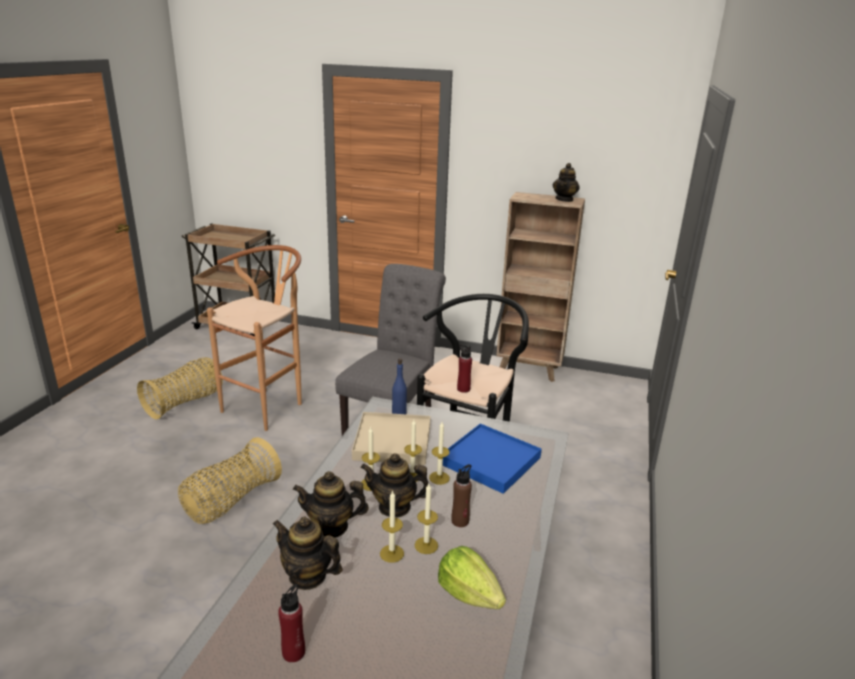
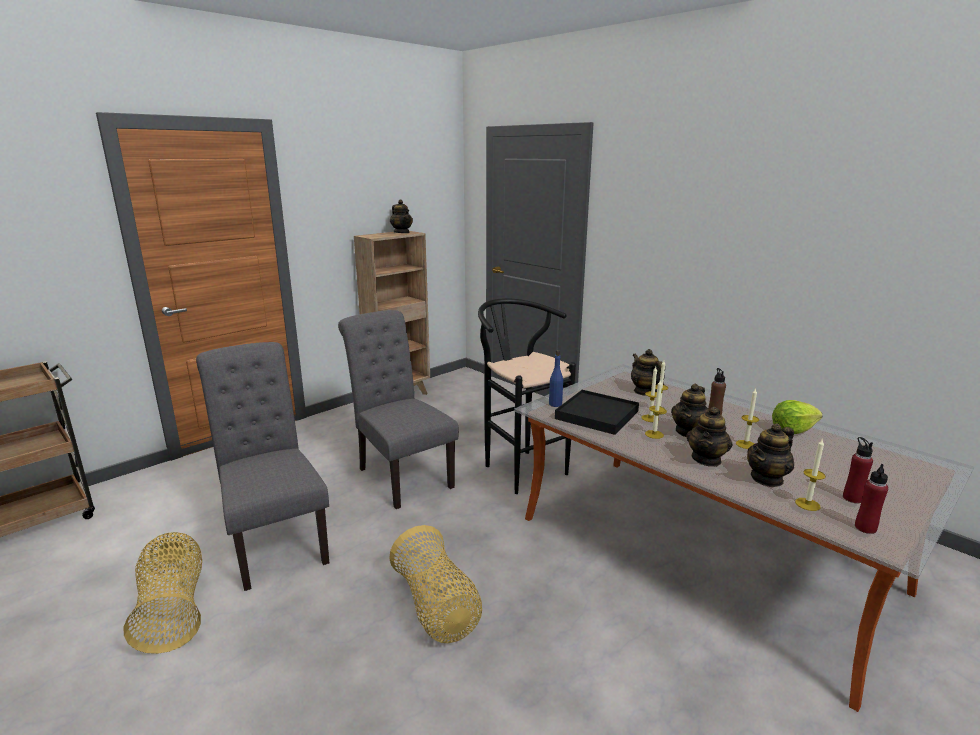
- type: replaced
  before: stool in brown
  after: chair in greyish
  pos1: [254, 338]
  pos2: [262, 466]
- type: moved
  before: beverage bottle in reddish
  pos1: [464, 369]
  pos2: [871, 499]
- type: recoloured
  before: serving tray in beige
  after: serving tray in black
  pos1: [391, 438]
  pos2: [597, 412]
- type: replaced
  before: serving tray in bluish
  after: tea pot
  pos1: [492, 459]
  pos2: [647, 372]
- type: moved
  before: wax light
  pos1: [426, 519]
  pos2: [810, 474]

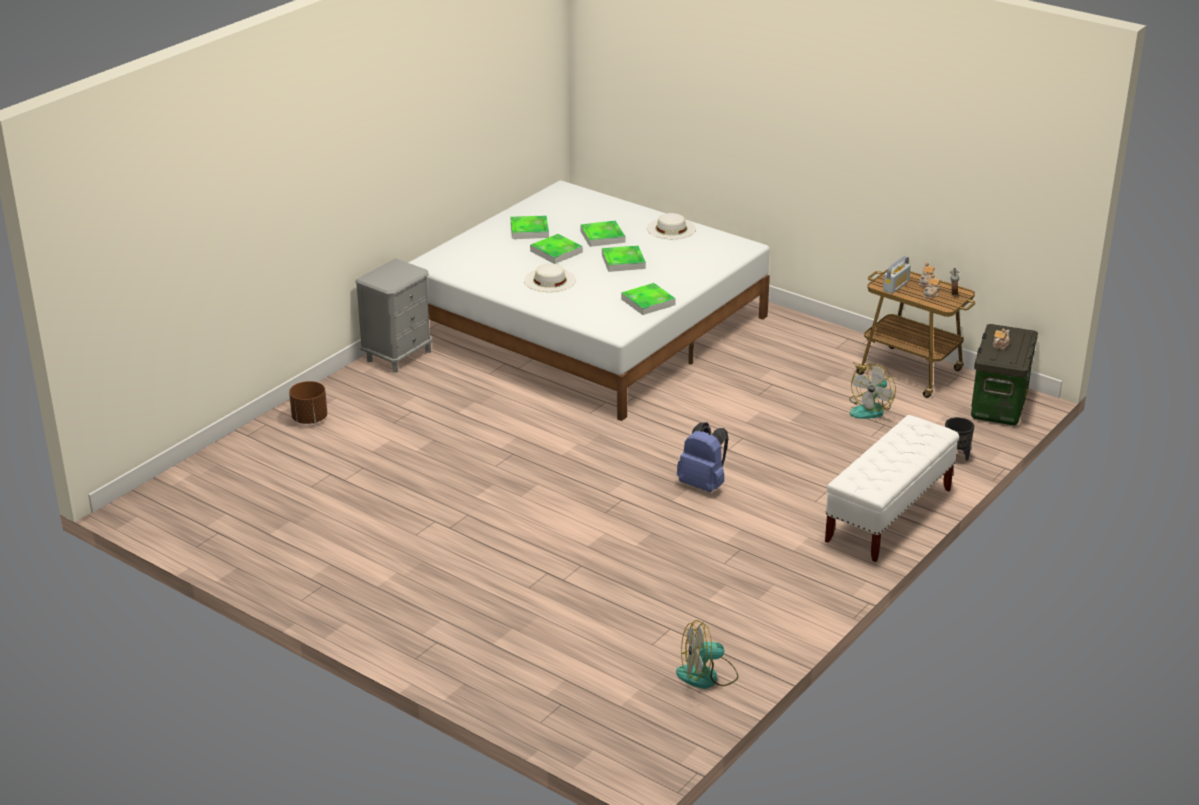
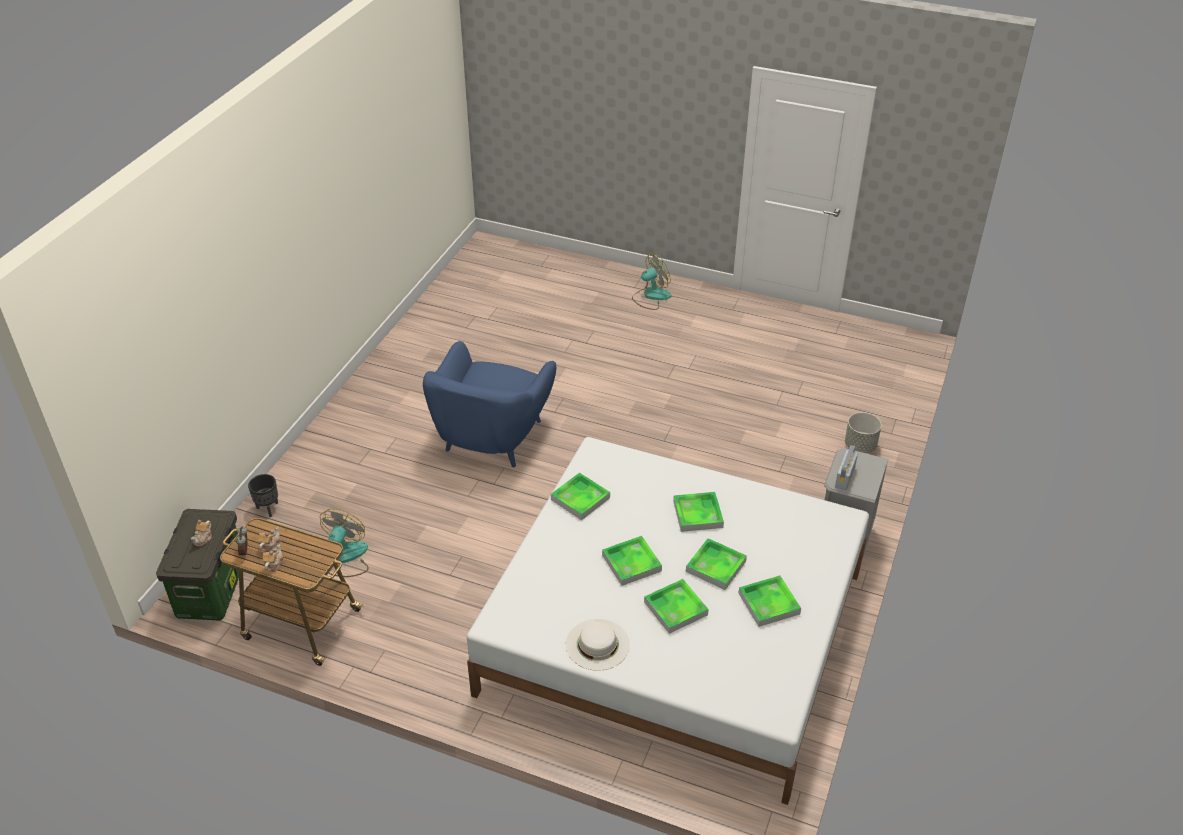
- type: moved
  before: radio receiver
  pos1: [897, 275]
  pos2: [846, 467]
- type: replaced
  before: wearable hat in white-coloured
  after: serving tray
  pos1: [550, 278]
  pos2: [698, 512]
- type: recoloured
  before: flower pot in brown
  after: flower pot in greyish
  pos1: [308, 402]
  pos2: [863, 432]
- type: removed
  before: indoor bench in white-coloured
  pos1: [892, 488]
- type: replaced
  before: backpack in bluish
  after: lounge chair in bluish
  pos1: [702, 457]
  pos2: [489, 404]
- type: moved
  before: electric fan
  pos1: [707, 654]
  pos2: [651, 281]

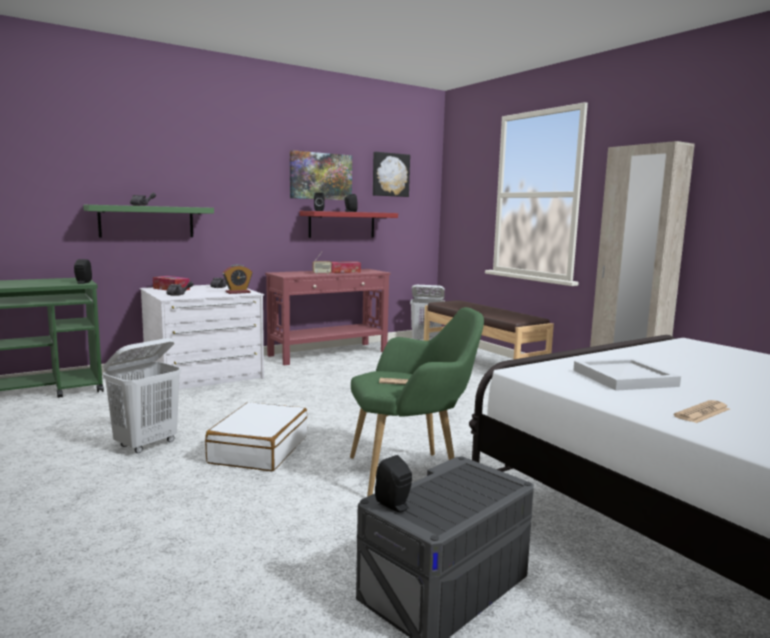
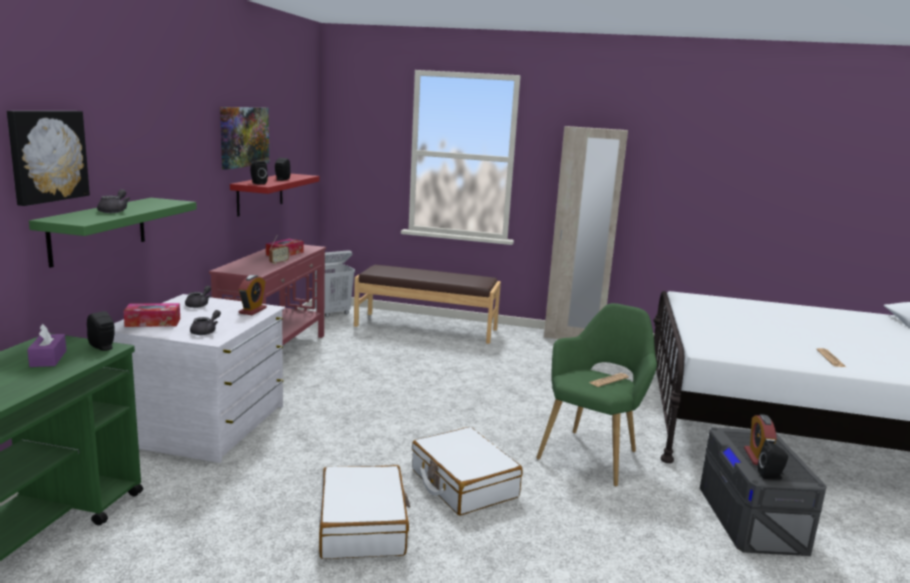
- type: moved
  before: wall picture
  pos1: [391, 174]
  pos2: [48, 158]
- type: replaced
  before: hamper in white-coloured
  after: piece of luggage in white-coloured
  pos1: [142, 395]
  pos2: [364, 512]
- type: removed
  before: serving tray in white-coloured
  pos1: [627, 374]
- type: added
  after: tissue box in purplish
  pos2: [47, 345]
- type: added
  after: table clock
  pos2: [760, 439]

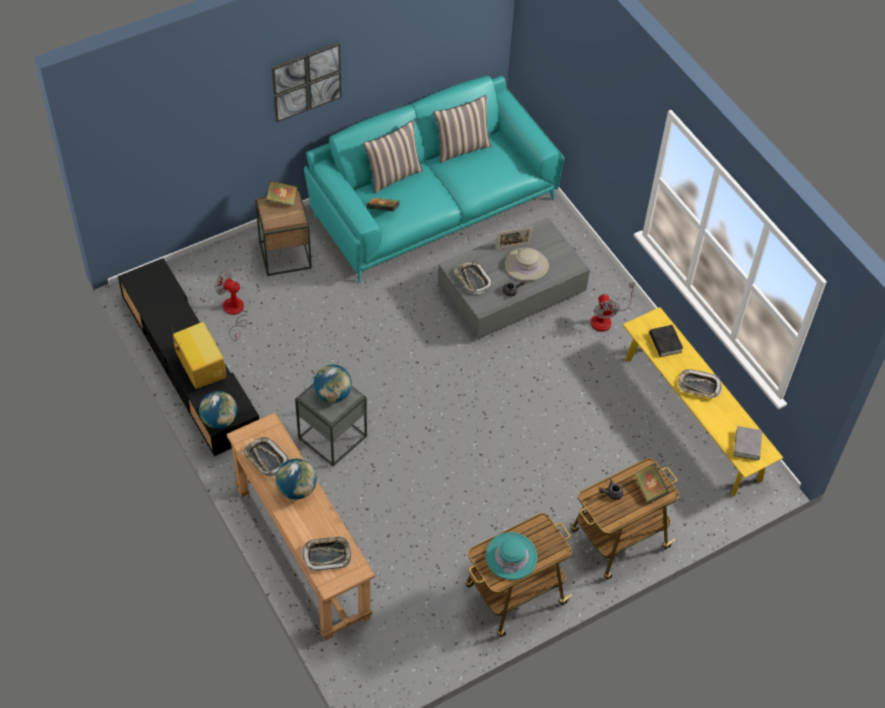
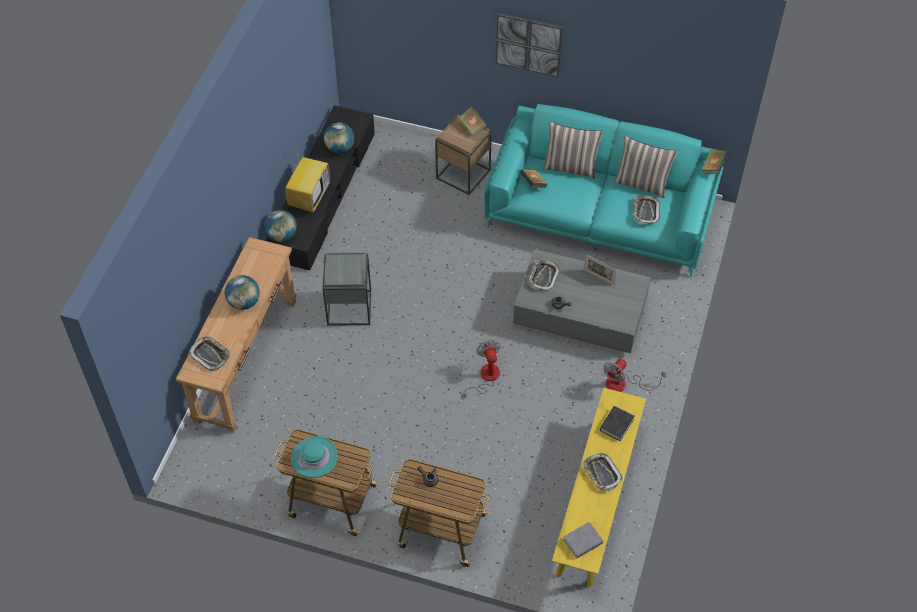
- type: removed
  before: wearable hat in beige
  pos1: [527, 264]
- type: moved
  before: electric fan
  pos1: [231, 306]
  pos2: [481, 370]
- type: moved
  before: world globe
  pos1: [332, 383]
  pos2: [339, 138]
- type: moved
  before: serving tray
  pos1: [266, 456]
  pos2: [647, 210]
- type: moved
  before: book
  pos1: [651, 483]
  pos2: [715, 162]

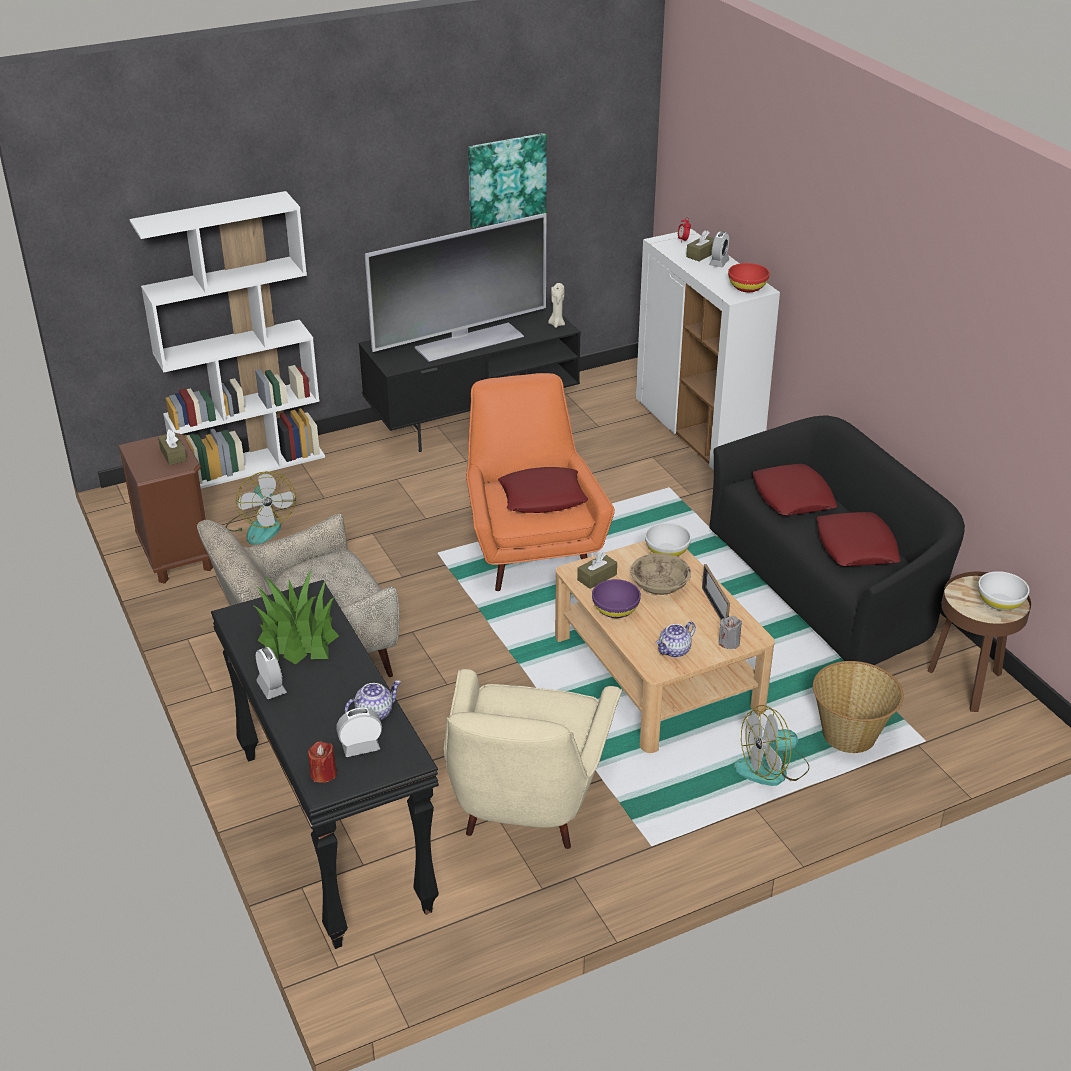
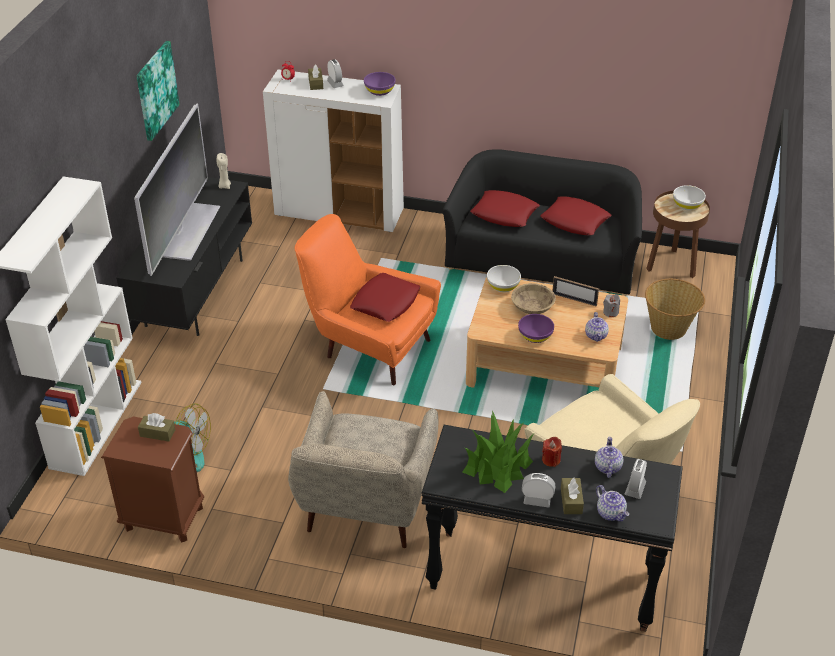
- type: recoloured
  before: deep dish in reddish
  after: deep dish in purplish
  pos1: [749, 277]
  pos2: [380, 84]
- type: moved
  before: tissue box in brown
  pos1: [597, 570]
  pos2: [572, 495]
- type: removed
  before: electric fan
  pos1: [771, 745]
- type: moved
  before: wax light in reddish
  pos1: [322, 762]
  pos2: [552, 452]
- type: added
  after: tea pot
  pos2: [612, 503]

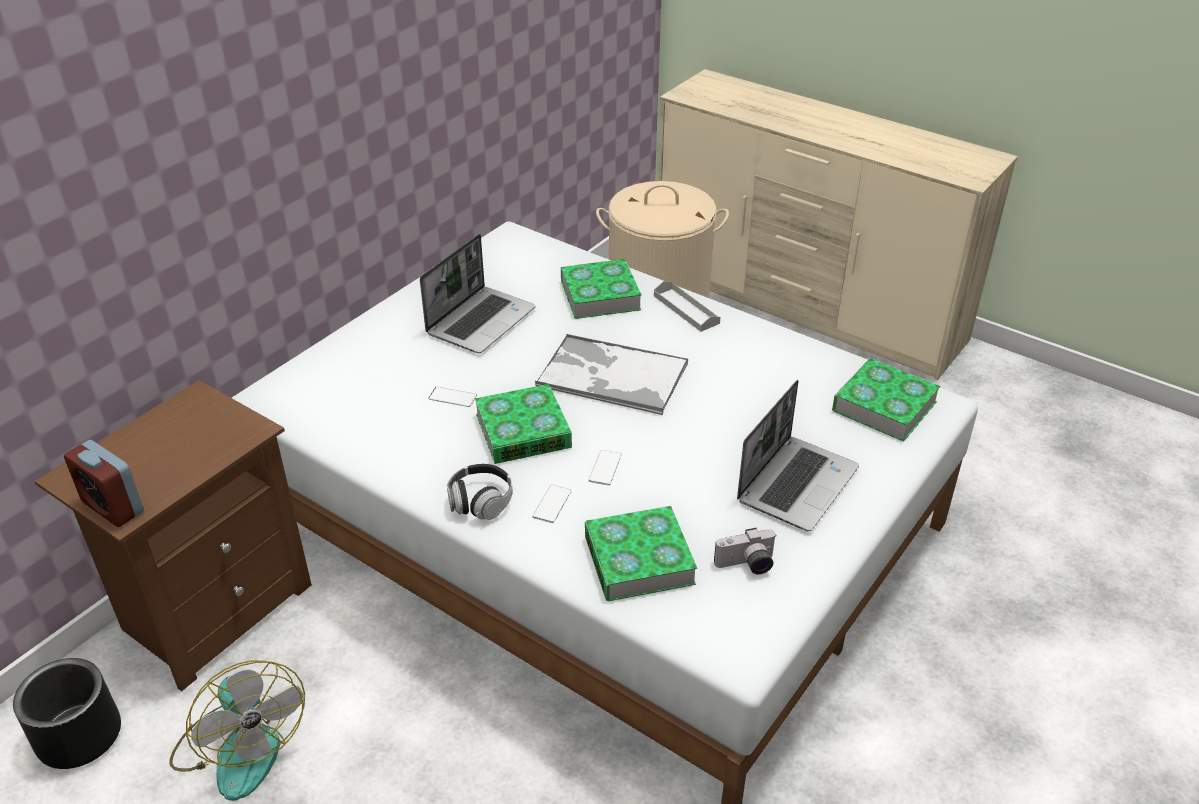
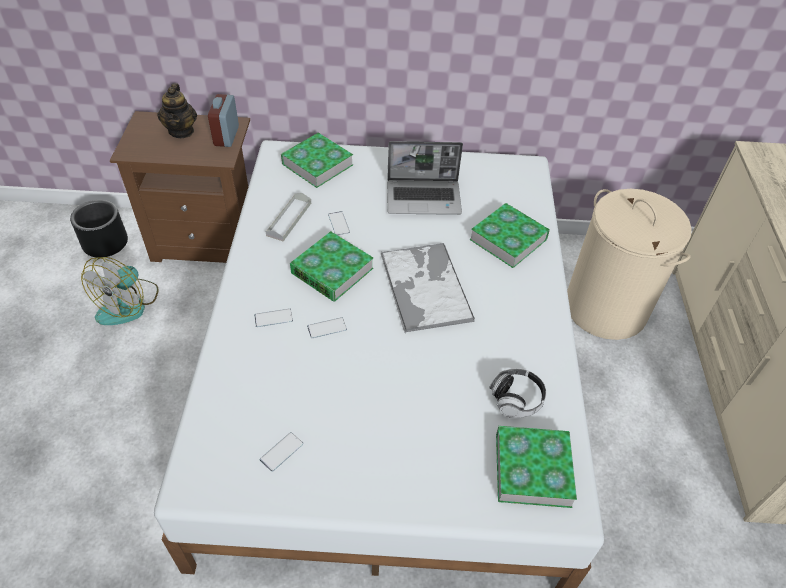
- type: moved
  before: serving tray in greyish
  pos1: [687, 306]
  pos2: [288, 217]
- type: removed
  before: portable computer
  pos1: [798, 455]
- type: moved
  before: table clock
  pos1: [104, 483]
  pos2: [223, 120]
- type: moved
  before: headset
  pos1: [479, 491]
  pos2: [517, 393]
- type: moved
  before: book
  pos1: [641, 553]
  pos2: [317, 160]
- type: replaced
  before: photo camera
  after: phone
  pos1: [745, 551]
  pos2: [281, 452]
- type: added
  after: tea pot
  pos2: [177, 110]

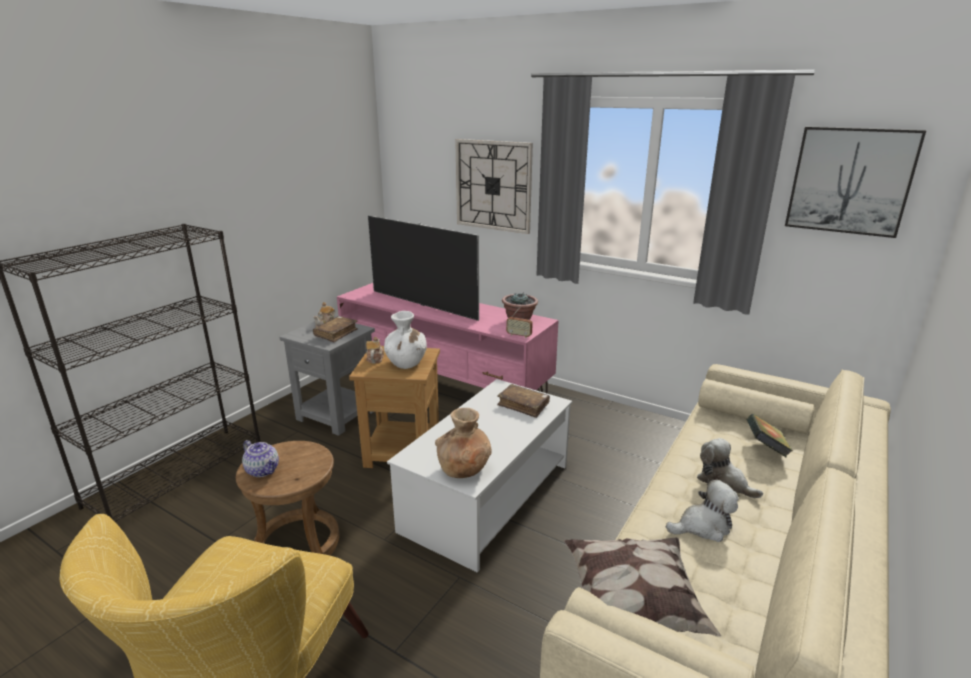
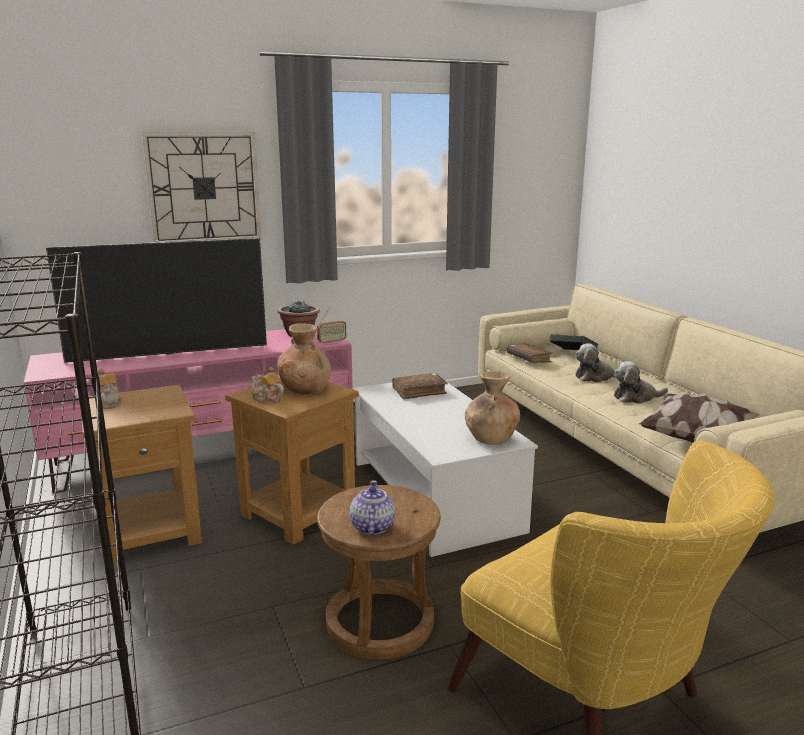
- type: removed
  before: wall picture
  pos1: [855, 182]
- type: recoloured
  before: vase in white-coloured
  after: vase in brown
  pos1: [405, 340]
  pos2: [304, 358]
- type: moved
  before: book in brown
  pos1: [335, 329]
  pos2: [529, 353]
- type: recoloured
  before: end table in greyish
  after: end table in brown
  pos1: [327, 378]
  pos2: [141, 474]
- type: turned
  before: tea pot
  pos1: [260, 458]
  pos2: [372, 507]
  turn: -75
- type: turned
  before: plush toy
  pos1: [702, 511]
  pos2: [641, 382]
  turn: -120

